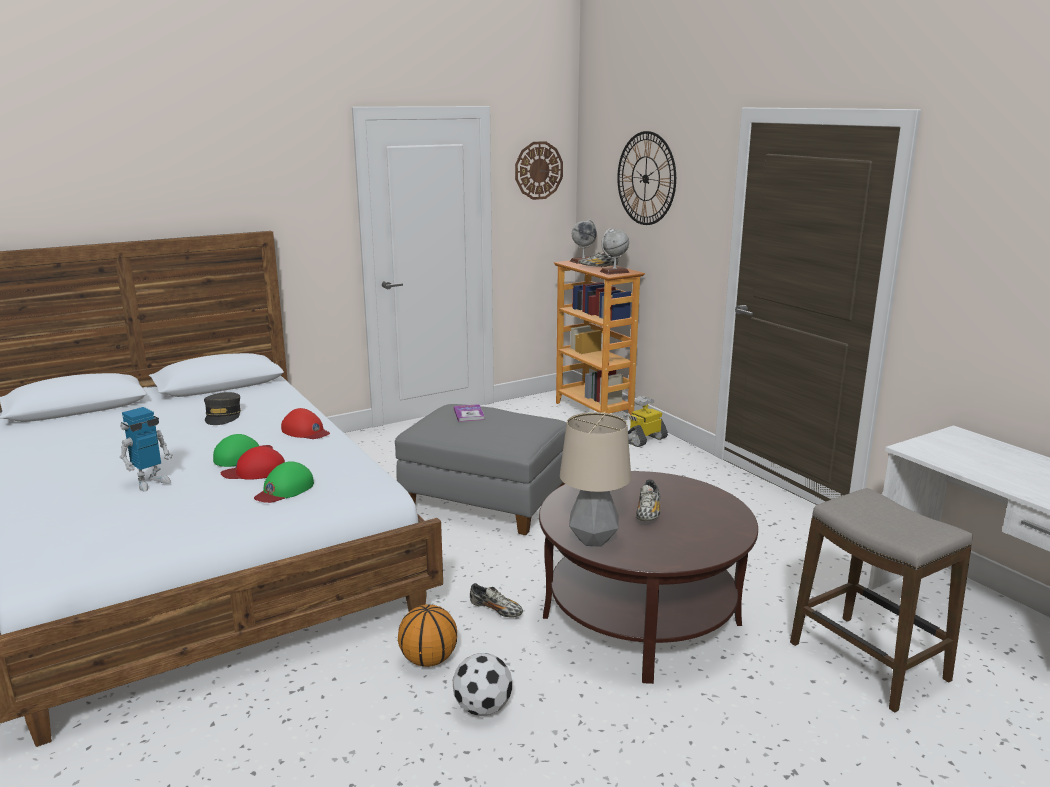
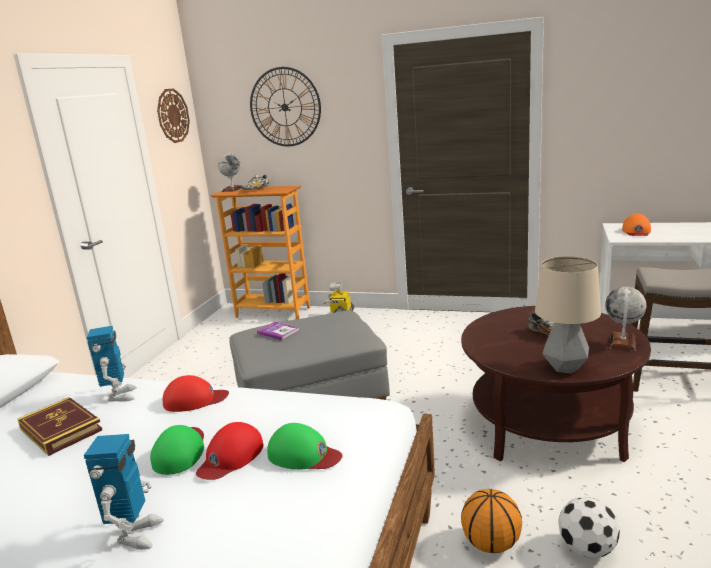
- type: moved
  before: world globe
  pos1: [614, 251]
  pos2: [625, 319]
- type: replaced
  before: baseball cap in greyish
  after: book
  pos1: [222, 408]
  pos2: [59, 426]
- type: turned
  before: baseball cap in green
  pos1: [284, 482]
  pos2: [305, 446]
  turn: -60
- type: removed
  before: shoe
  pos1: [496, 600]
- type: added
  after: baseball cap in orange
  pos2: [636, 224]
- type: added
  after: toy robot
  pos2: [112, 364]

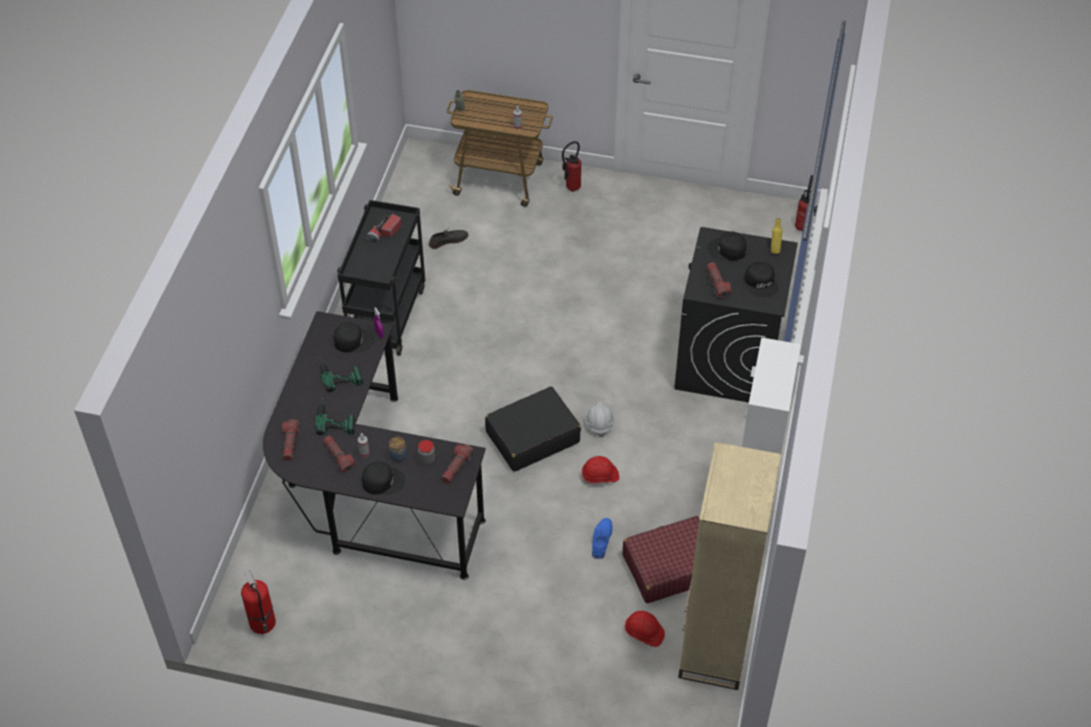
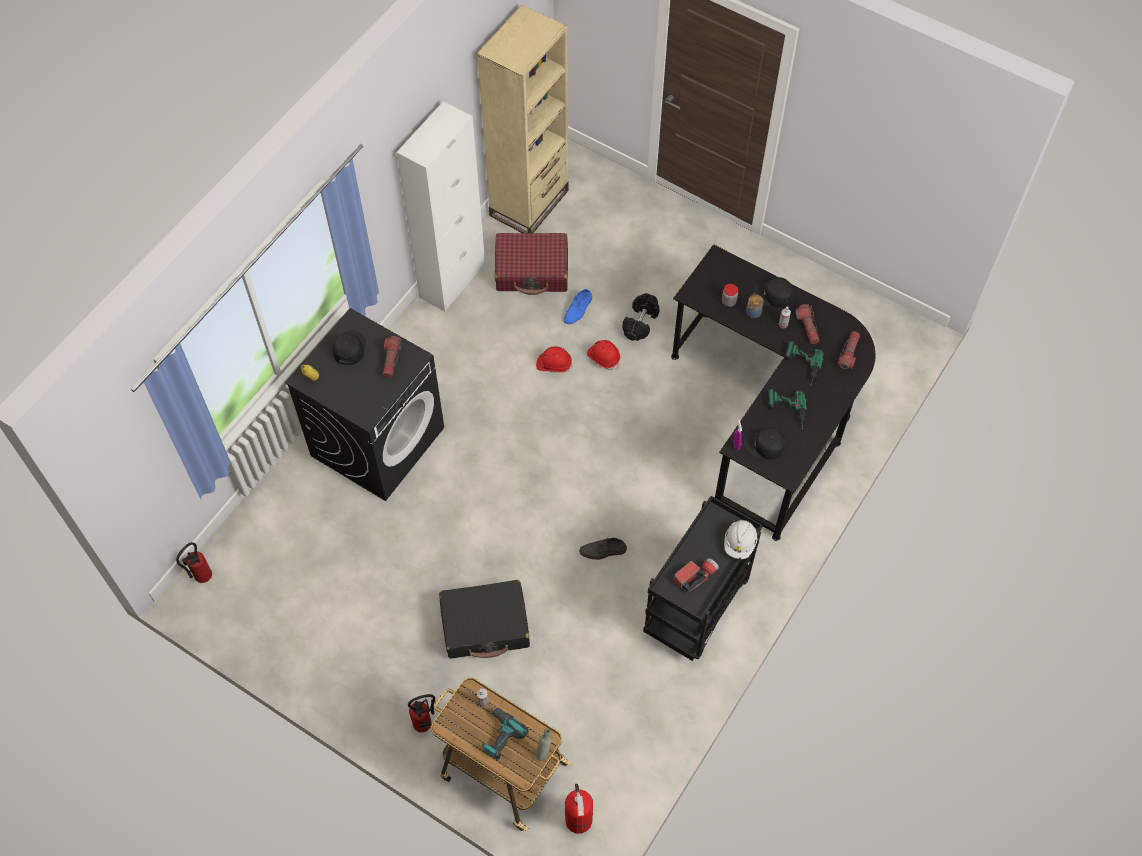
- type: moved
  before: shoe in greyish
  pos1: [448, 239]
  pos2: [603, 548]
- type: removed
  before: baseball cap in black
  pos1: [727, 246]
- type: moved
  before: piece of luggage in black
  pos1: [533, 429]
  pos2: [484, 619]
- type: moved
  before: hard hat in white-coloured
  pos1: [599, 419]
  pos2: [740, 539]
- type: removed
  before: flashlight
  pos1: [457, 464]
- type: moved
  before: extinguisher
  pos1: [258, 602]
  pos2: [579, 809]
- type: moved
  before: hard hat in reddish
  pos1: [645, 629]
  pos2: [603, 355]
- type: added
  after: dumbbell in black
  pos2: [641, 317]
- type: added
  after: power drill
  pos2: [506, 733]

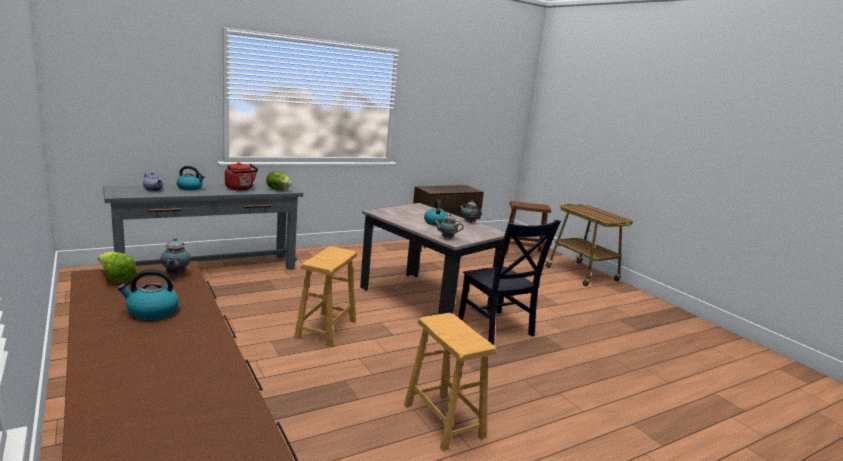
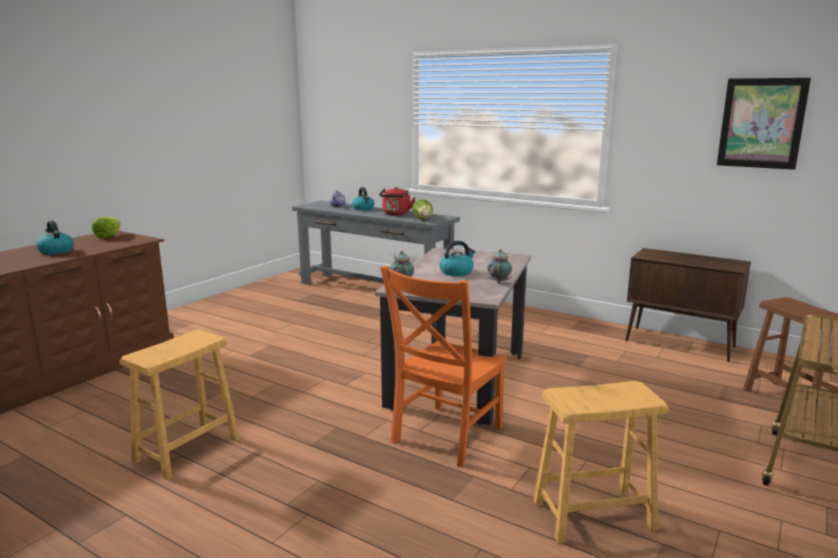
- type: recoloured
  before: chair in black
  after: chair in orange
  pos1: [509, 282]
  pos2: [443, 366]
- type: removed
  before: tea pot
  pos1: [176, 256]
- type: moved
  before: stool in brown
  pos1: [325, 296]
  pos2: [601, 462]
- type: added
  after: wall picture
  pos2: [764, 124]

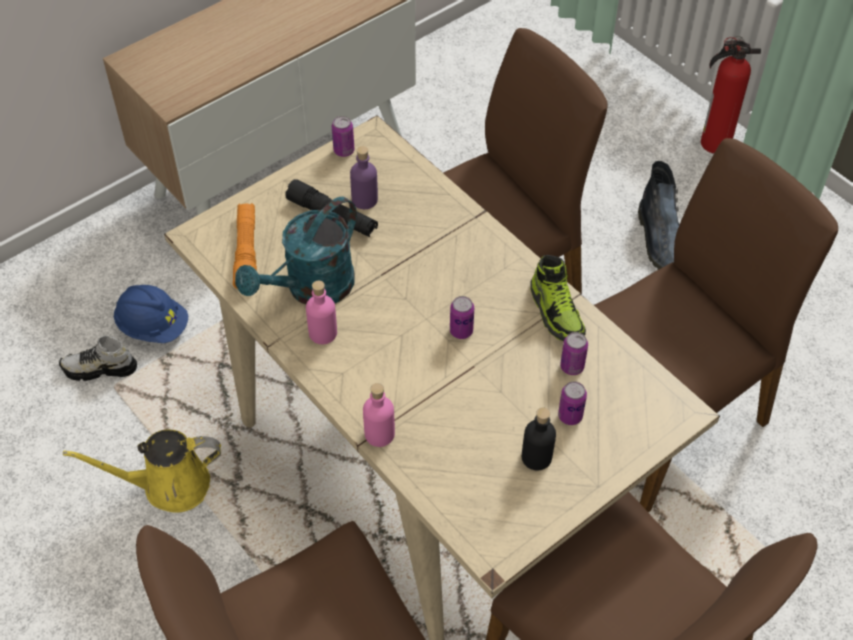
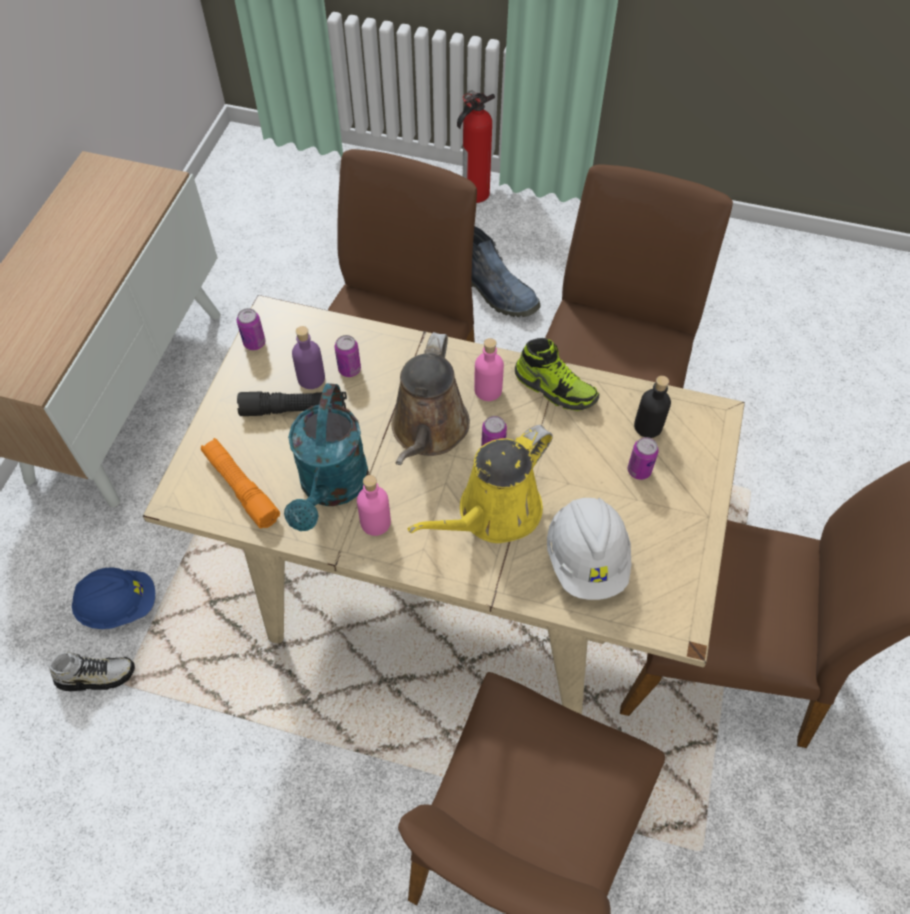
- type: moved
  before: metal can
  pos1: [574, 353]
  pos2: [348, 356]
- type: turned
  before: shoe
  pos1: [98, 358]
  pos2: [92, 671]
  turn: -150
- type: moved
  before: beverage bottle in pinkish
  pos1: [379, 415]
  pos2: [489, 369]
- type: moved
  before: beverage bottle in black
  pos1: [539, 439]
  pos2: [652, 407]
- type: moved
  before: sprinkling can in yellow
  pos1: [142, 471]
  pos2: [480, 484]
- type: added
  after: sprinkling can in brown
  pos2: [430, 398]
- type: added
  after: hard hat in white-coloured
  pos2: [589, 549]

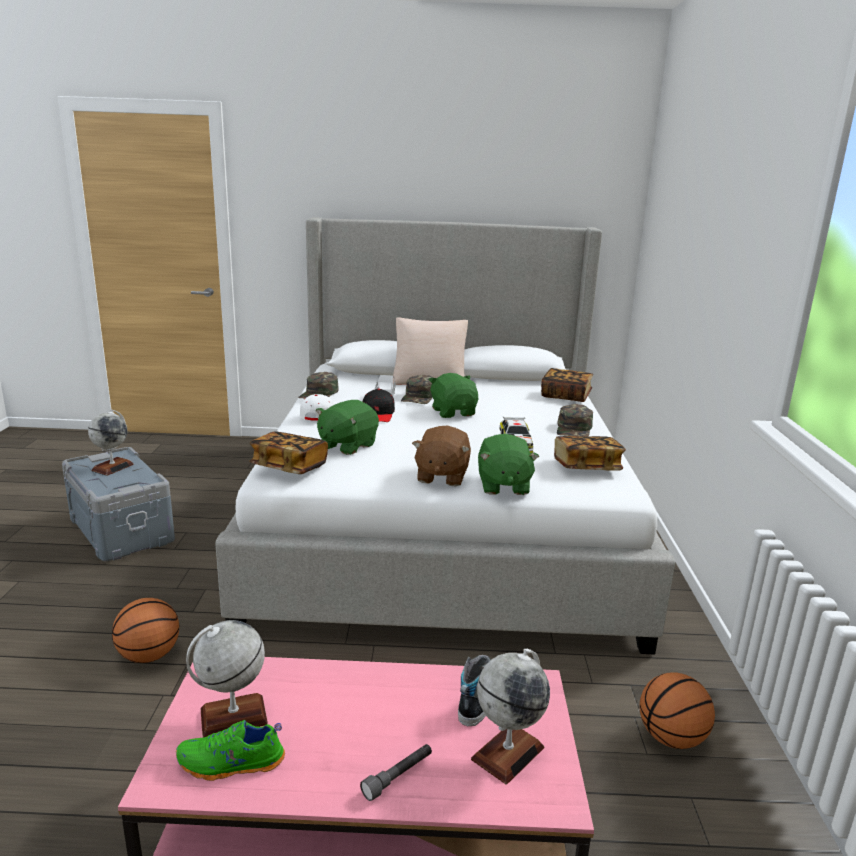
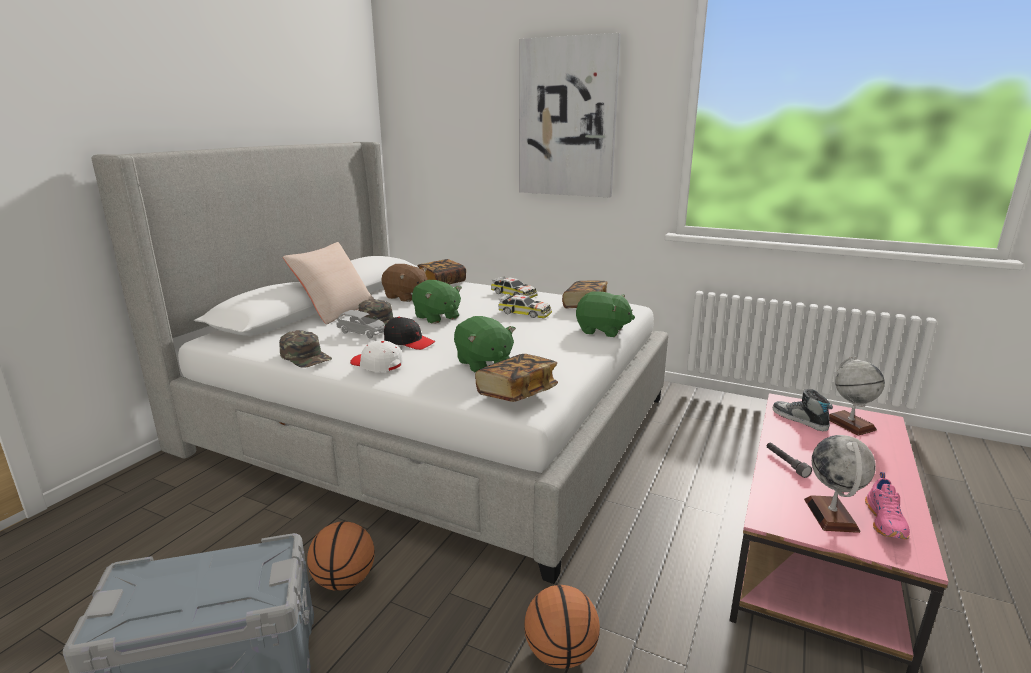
- type: turned
  before: plush toy in green
  pos1: [453, 395]
  pos2: [437, 302]
  turn: -135
- type: replaced
  before: baseball cap in green
  after: miniature car
  pos1: [575, 420]
  pos2: [514, 287]
- type: removed
  before: world globe
  pos1: [111, 443]
- type: moved
  before: plush toy in brown
  pos1: [441, 456]
  pos2: [404, 283]
- type: moved
  before: basketball
  pos1: [677, 710]
  pos2: [341, 556]
- type: recoloured
  before: shoe in green
  after: shoe in pinkish
  pos1: [230, 750]
  pos2: [887, 505]
- type: moved
  before: flashlight in greyish
  pos1: [396, 772]
  pos2: [789, 460]
- type: added
  after: wall picture
  pos2: [570, 115]

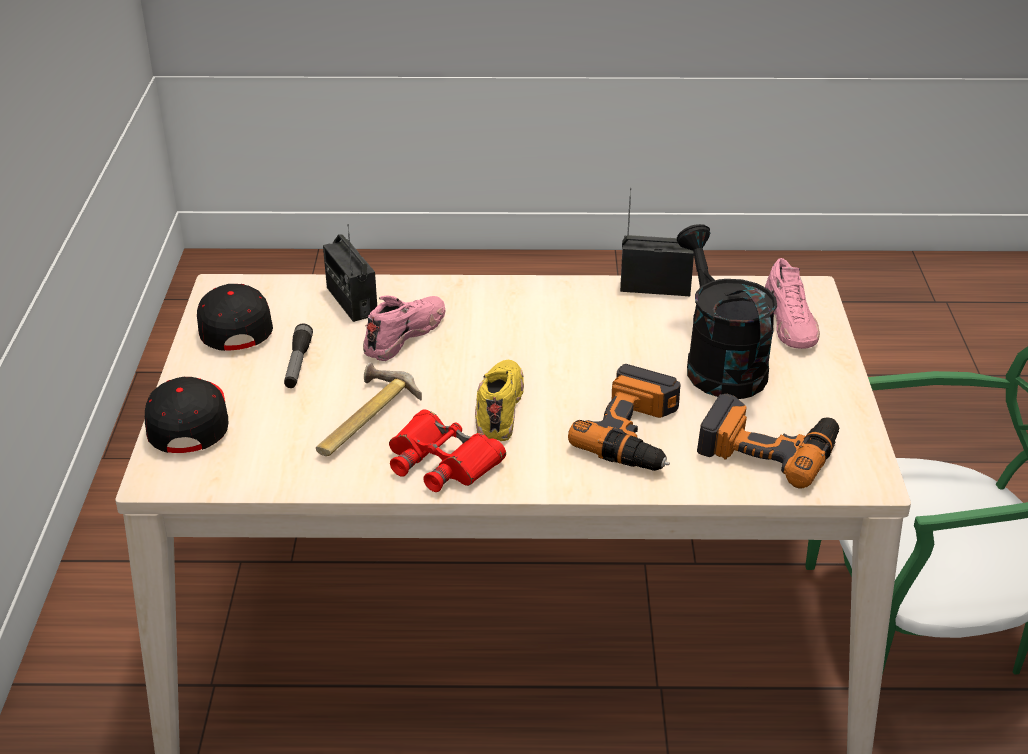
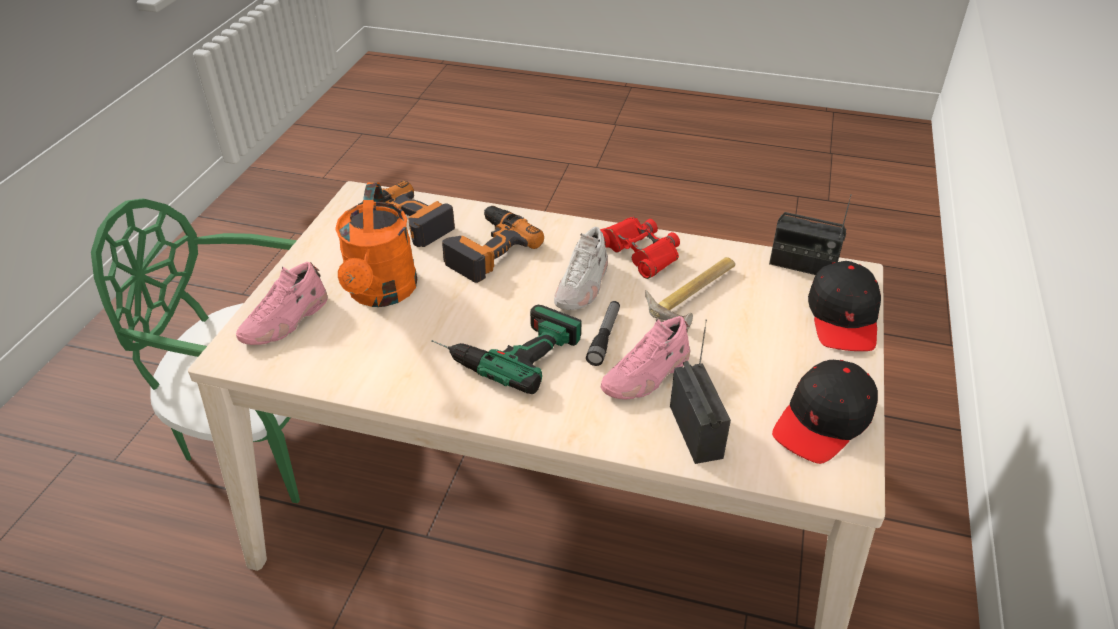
- type: moved
  before: radio receiver
  pos1: [657, 242]
  pos2: [810, 234]
- type: recoloured
  before: sprinkling can in black
  after: sprinkling can in orange
  pos1: [727, 311]
  pos2: [376, 244]
- type: turned
  before: shoe in pinkish
  pos1: [792, 303]
  pos2: [282, 303]
  turn: -150
- type: turned
  before: baseball cap in black
  pos1: [235, 317]
  pos2: [825, 412]
  turn: 45
- type: moved
  before: flashlight
  pos1: [298, 355]
  pos2: [603, 333]
- type: recoloured
  before: shoe in yellow
  after: shoe in white-coloured
  pos1: [499, 400]
  pos2: [581, 268]
- type: added
  after: power drill
  pos2: [506, 349]

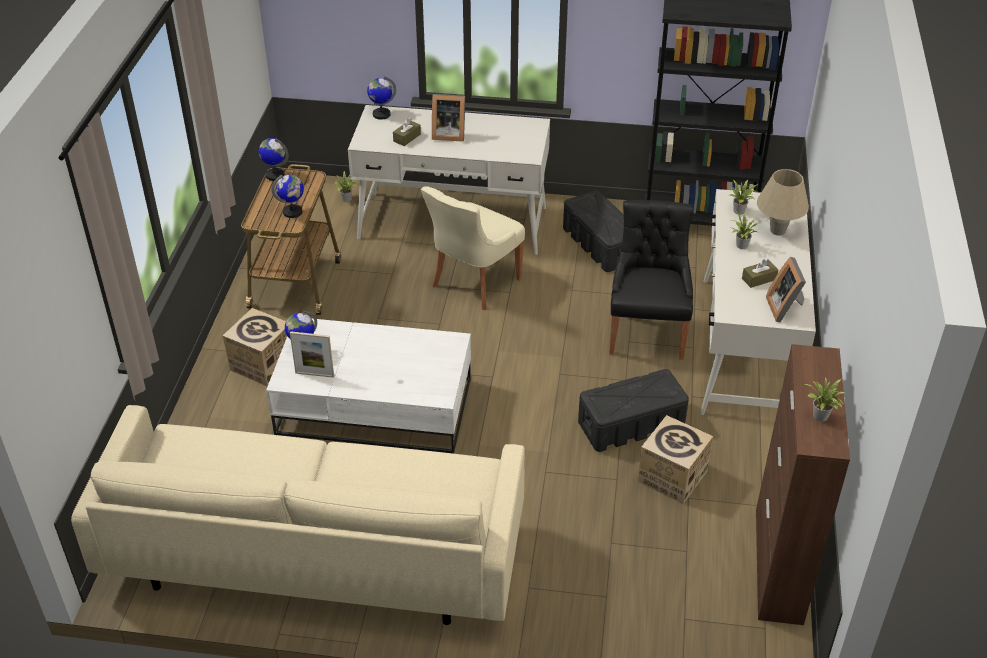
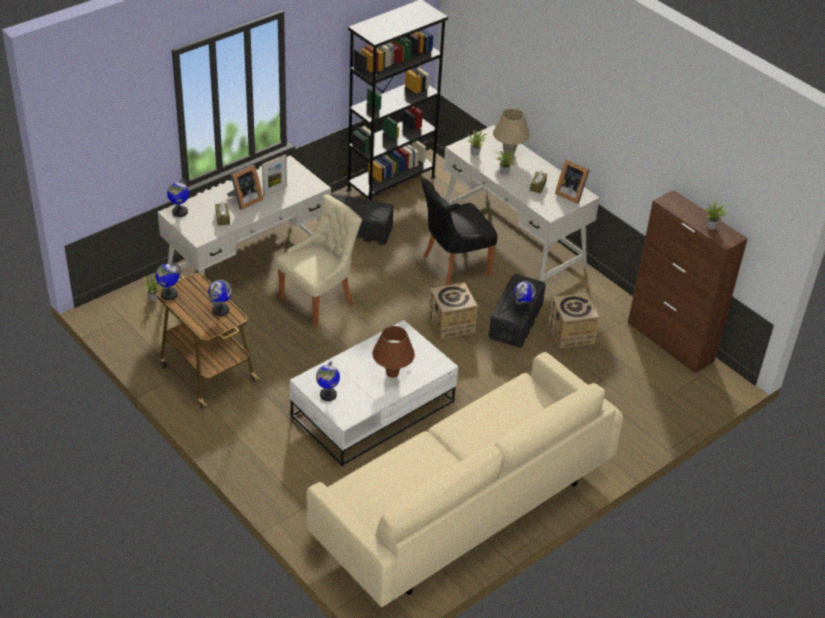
- type: turned
  before: chair in beige
  pos1: [473, 248]
  pos2: [319, 260]
  turn: -120
- type: turned
  before: chair in black
  pos1: [651, 280]
  pos2: [459, 232]
  turn: -75
- type: moved
  before: carton
  pos1: [255, 347]
  pos2: [453, 310]
- type: moved
  before: photo frame
  pos1: [312, 354]
  pos2: [274, 176]
- type: added
  after: world globe
  pos2: [525, 298]
- type: added
  after: table lamp in brown
  pos2: [393, 352]

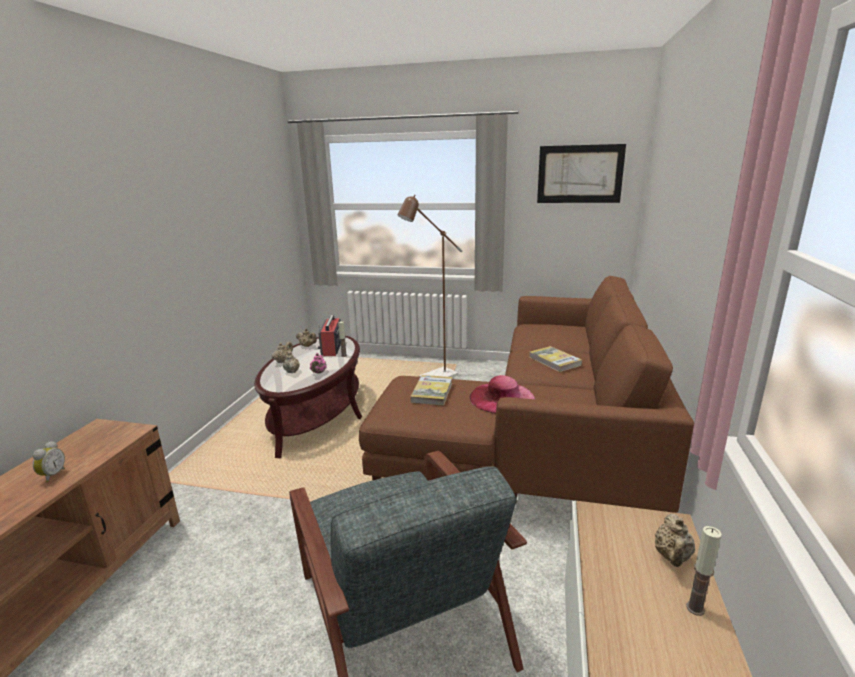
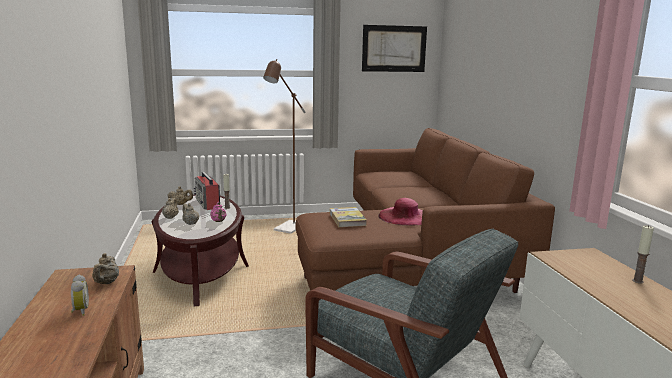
- type: removed
  before: book
  pos1: [555, 359]
- type: moved
  before: tea pot in beige
  pos1: [675, 540]
  pos2: [105, 268]

